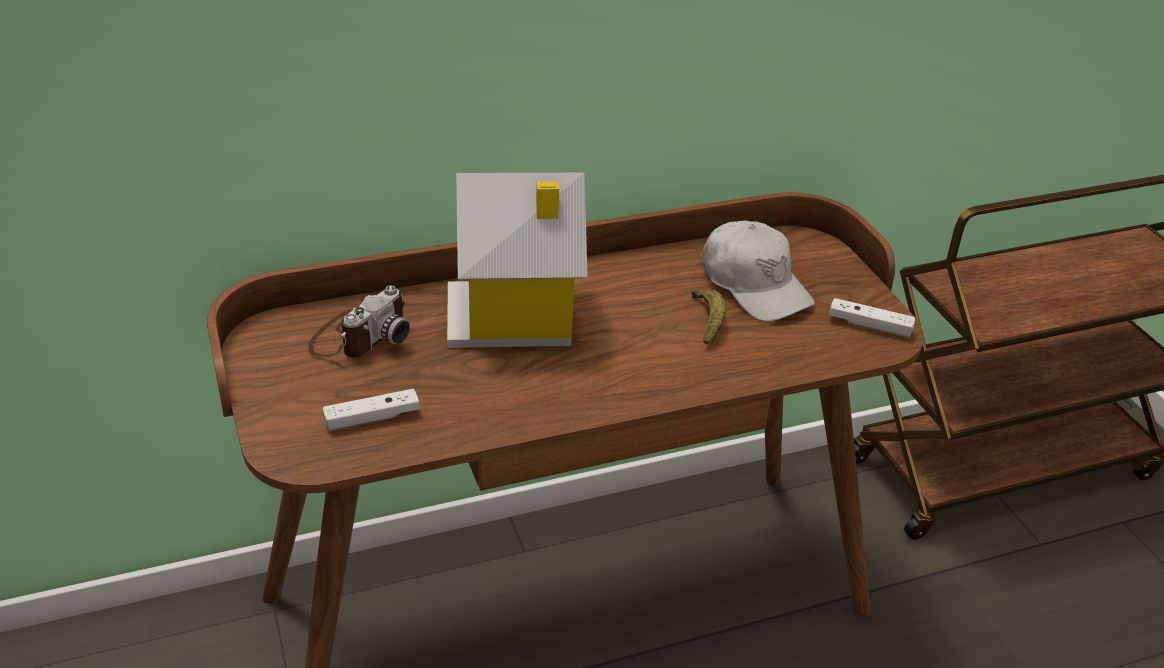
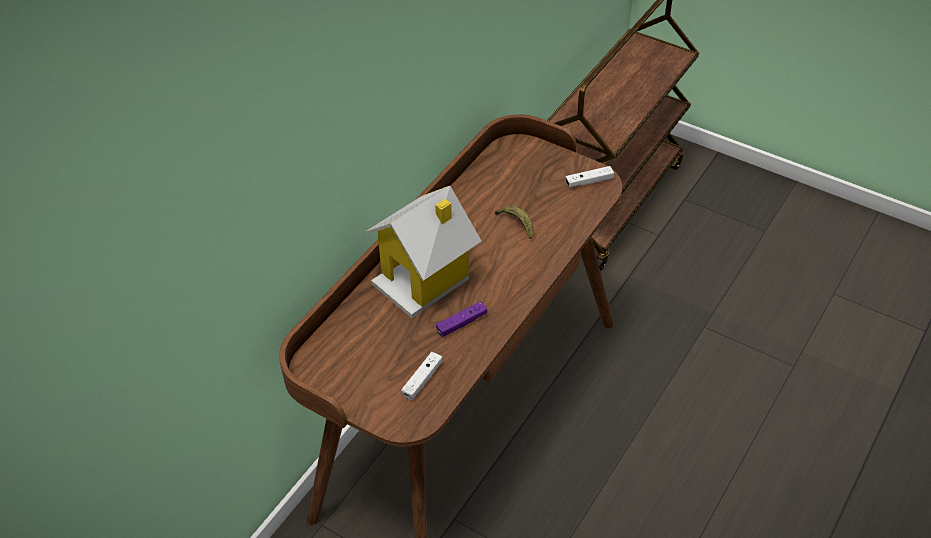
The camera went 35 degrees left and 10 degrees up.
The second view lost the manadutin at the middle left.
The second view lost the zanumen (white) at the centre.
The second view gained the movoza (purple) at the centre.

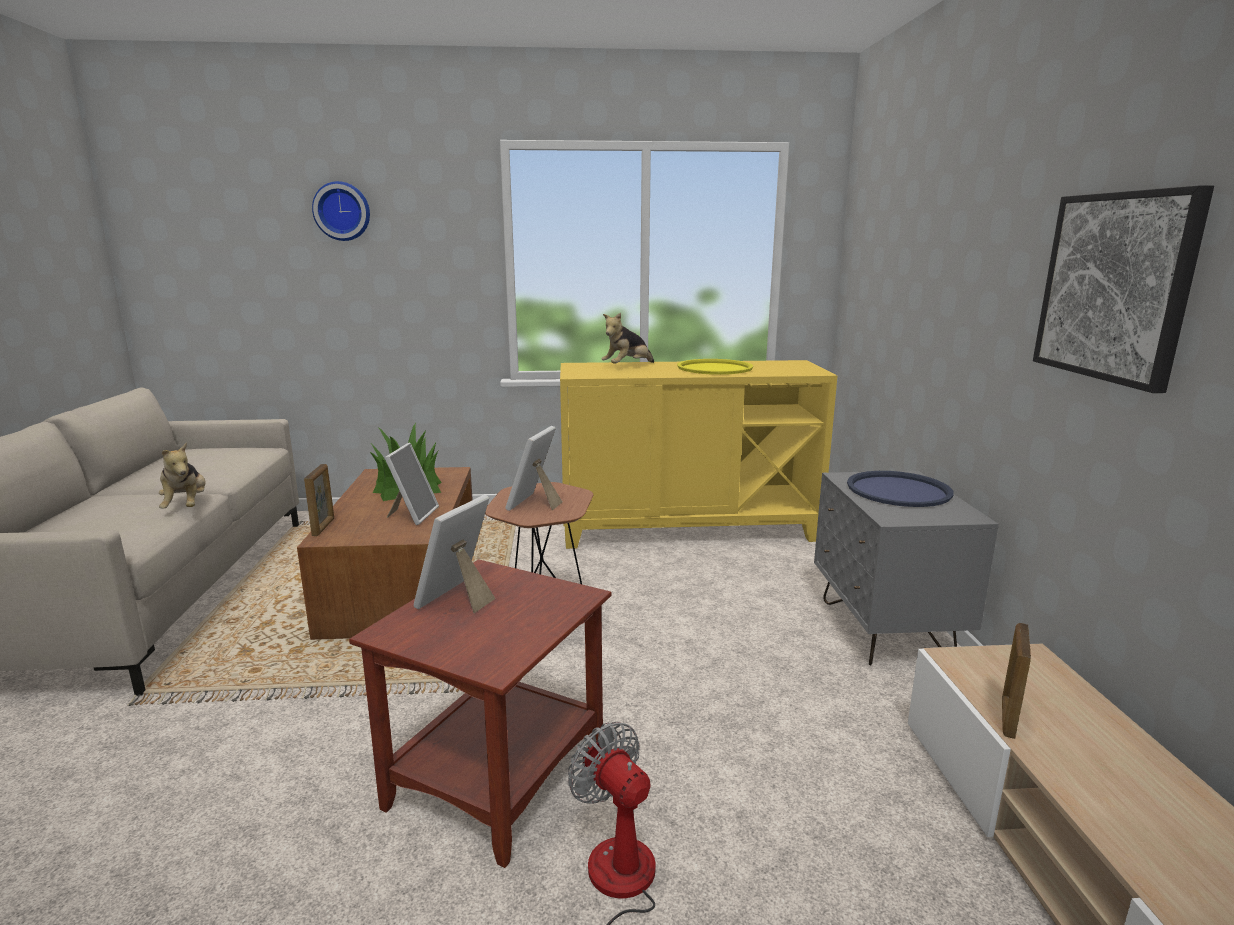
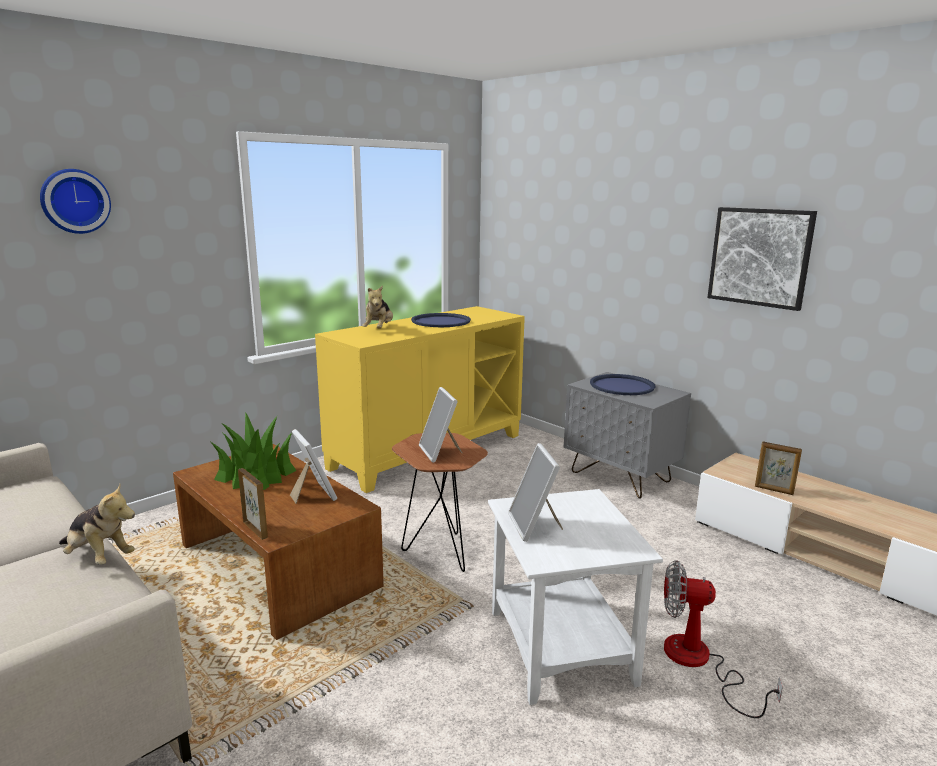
The camera went 40 degrees left and 0 degrees up.
What was the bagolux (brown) (no. 1 from left) at the bottom centre turned into the bagolux (white) at the bottom centre.
What was the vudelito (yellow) at the centre turned into the vudelito (blue) (no. 1 from left) at the centre.
The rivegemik (no. 5 from left) at the bottom right ended up facing another way, 45 degrees counterclockwise from before.

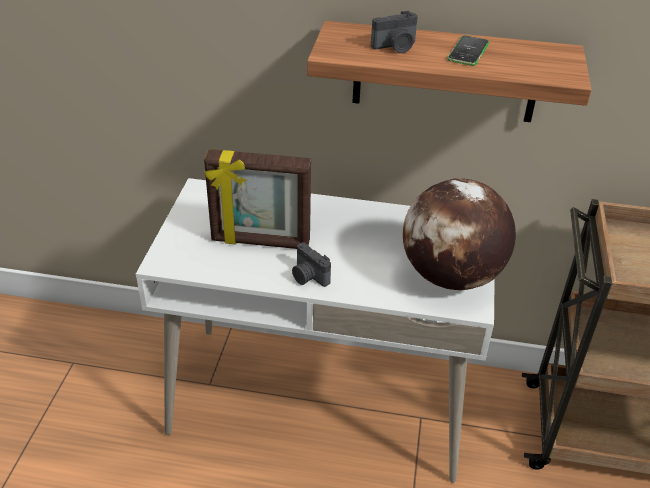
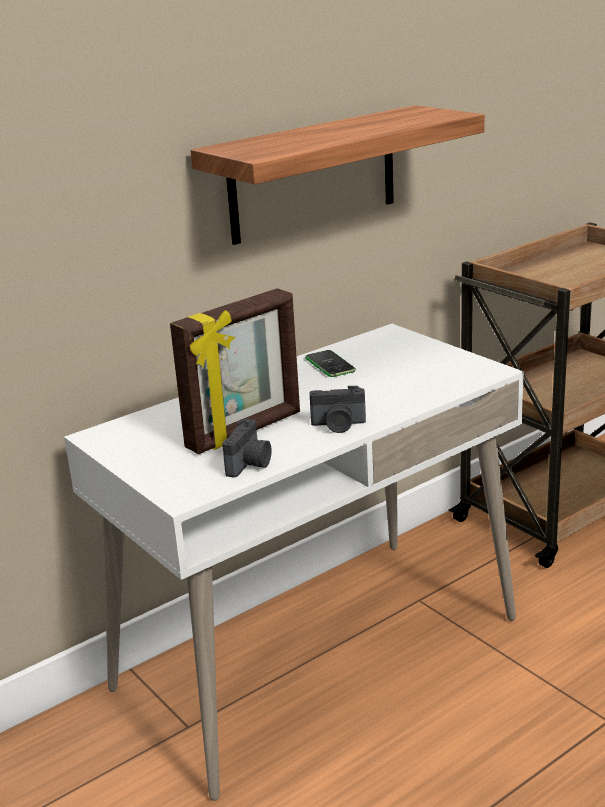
The camera went 45 degrees left and 15 degrees down.
The manadutin (no. 2 from left in the first image) ended up elsewhere, having gone from the top centre to the centre.
The second view lost the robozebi at the middle right.
The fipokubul ended up elsewhere, having gone from the top right to the centre.

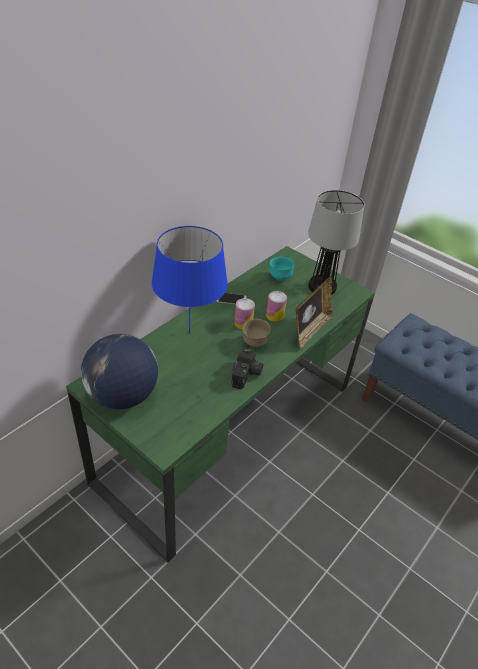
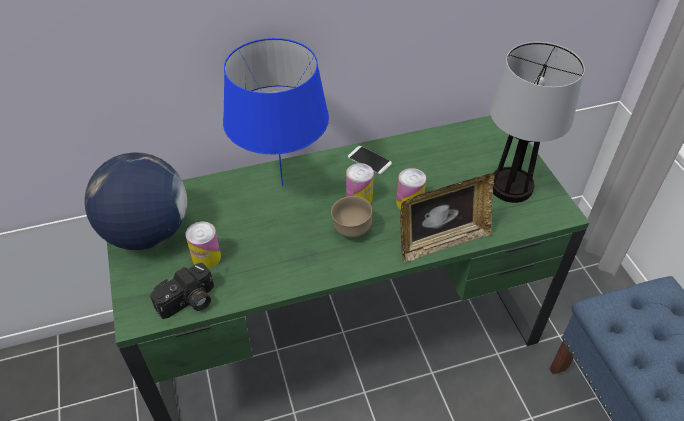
The camera went 35 degrees right and 5 degrees up.
The manadutin ended up elsewhere, having gone from the centre to the bottom left.
The second view lost the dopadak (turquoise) at the centre.
The second view gained the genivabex (no. 1 from left) at the middle left.

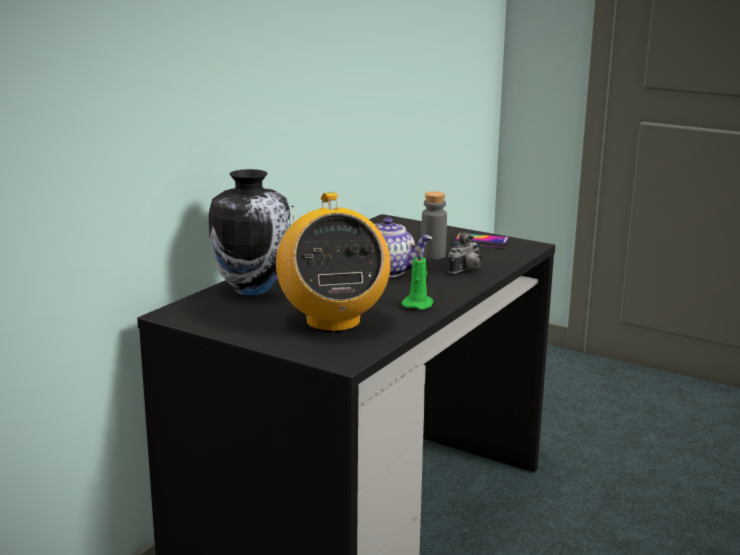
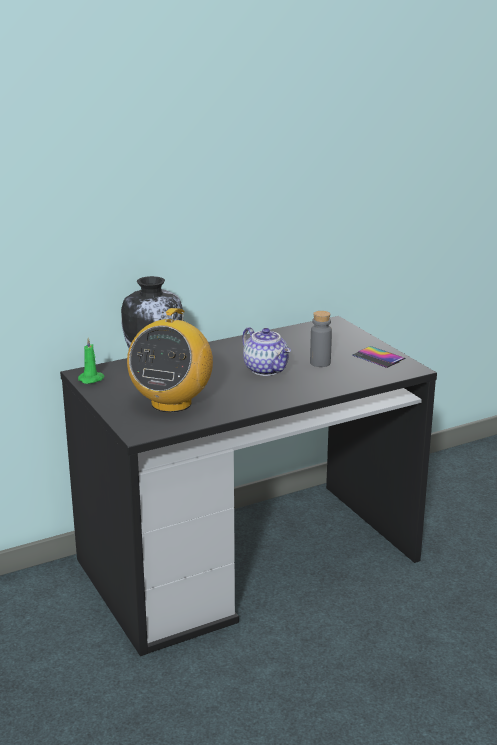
The camera went 30 degrees right and 5 degrees up.
The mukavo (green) ended up elsewhere, having gone from the centre to the middle left.
The second view lost the manadutin at the centre.

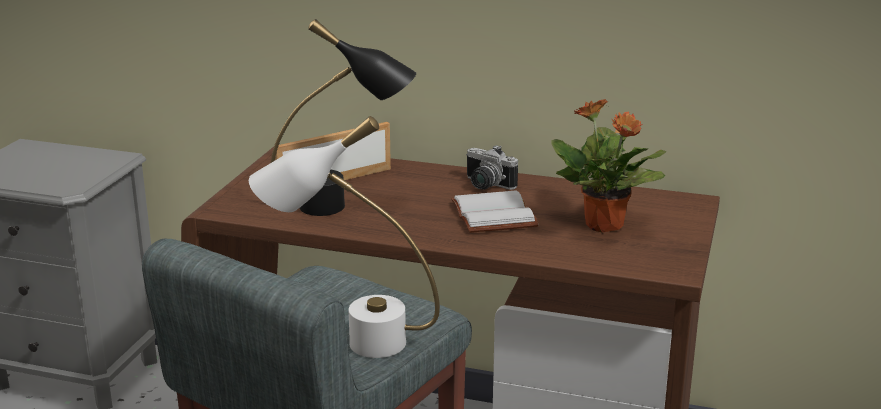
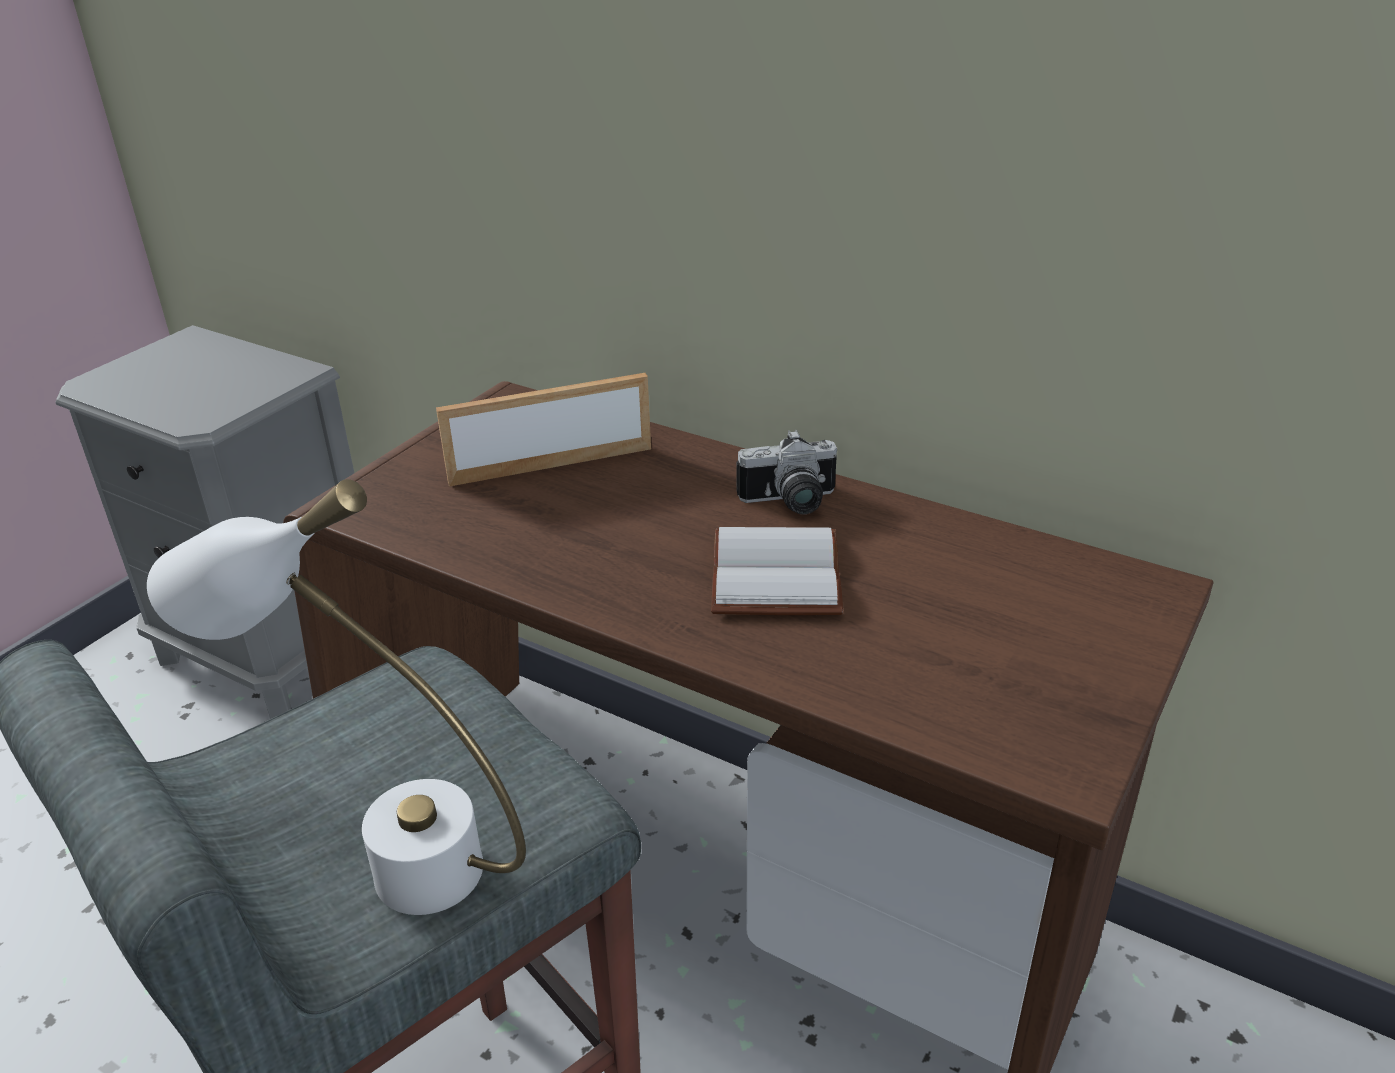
The camera went 15 degrees right and 10 degrees up.
The second view lost the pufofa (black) at the top centre.
The manadutin at the centre ended up facing another way, 60 degrees counterclockwise from before.
The second view lost the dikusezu at the middle right.

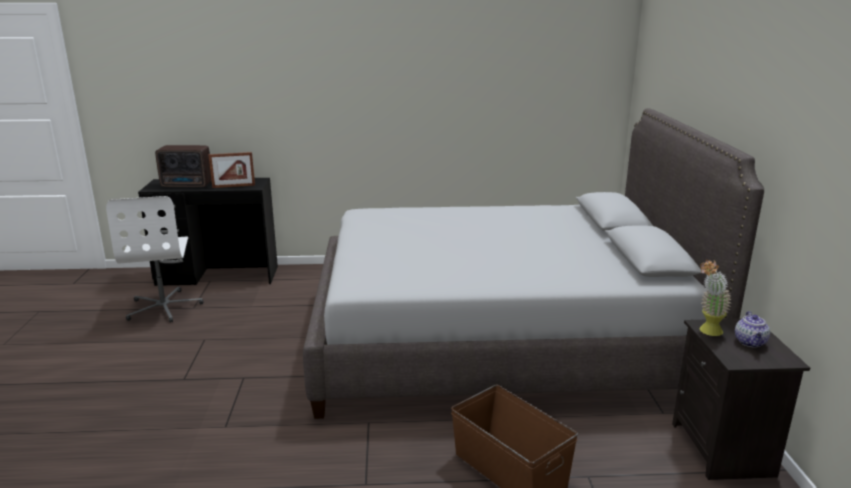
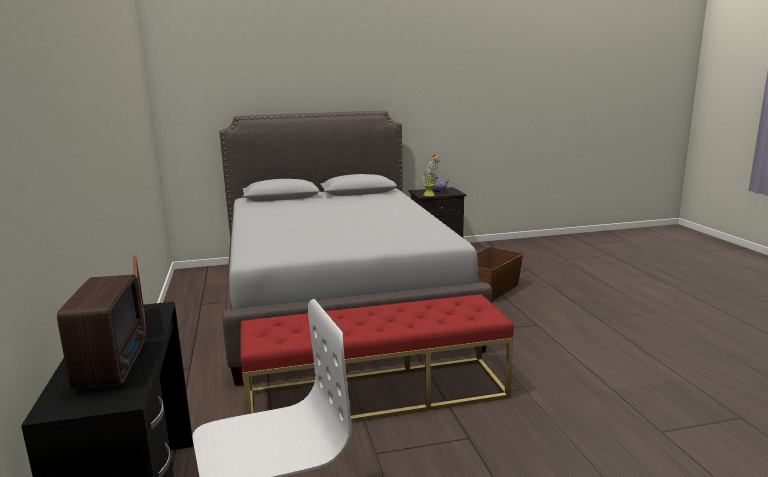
The camera went 100 degrees left and 5 degrees down.
The second view gained the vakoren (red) at the bottom centre.

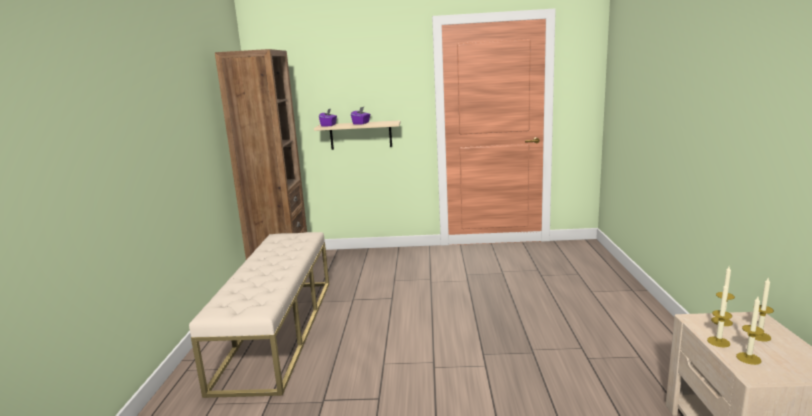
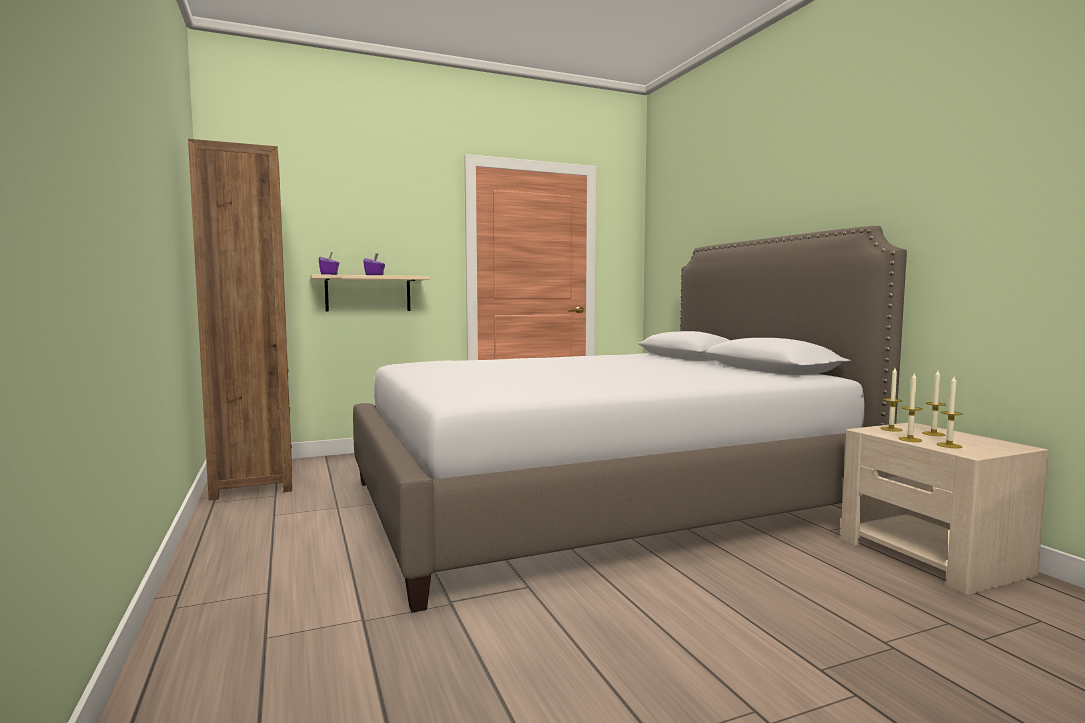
The camera went 25 degrees left and 10 degrees down.
The second view lost the vakoren (beige) at the bottom left.
The second view gained the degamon at the centre.

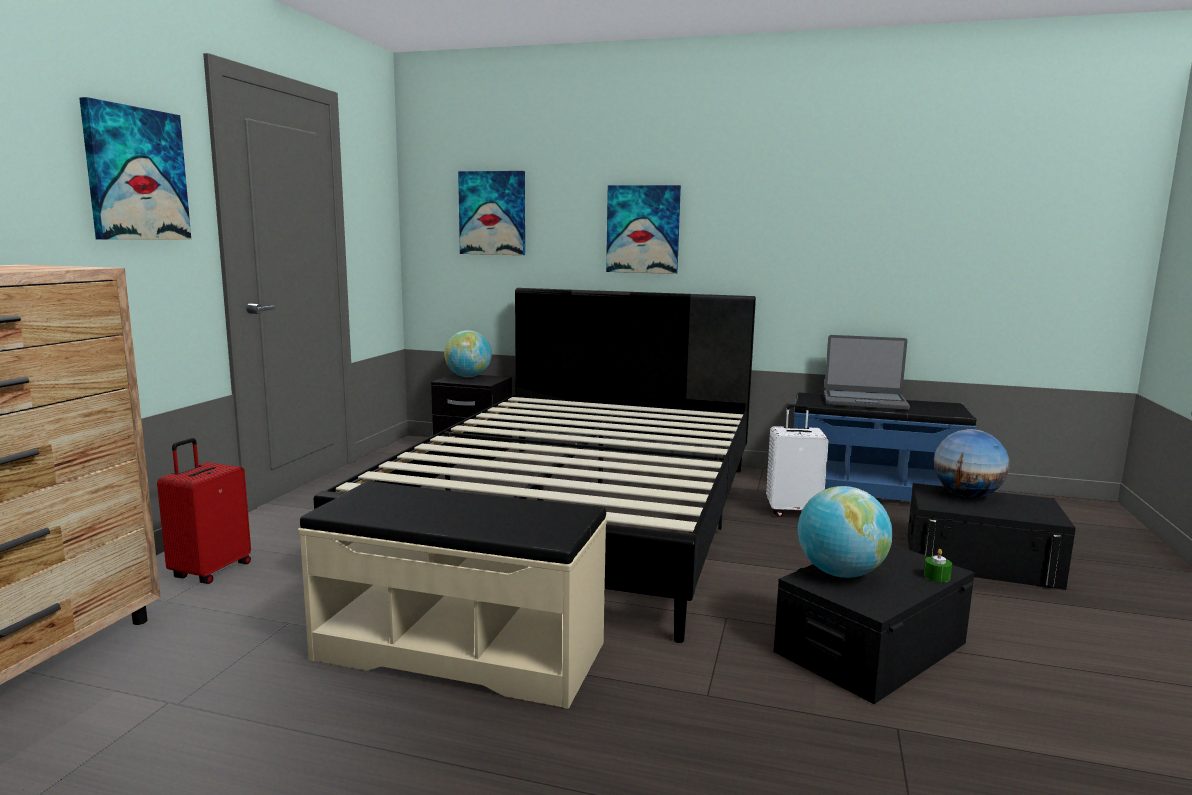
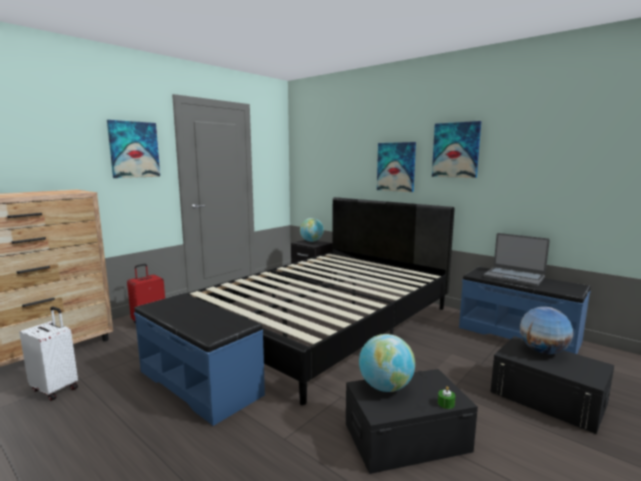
The camera went 25 degrees right and 0 degrees up.
What was the vakoren (beige) at the bottom centre turned into the vakoren (blue) (no. 1 from left) at the bottom left.
The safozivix (no. 2 from left in the first image) ended up elsewhere, having gone from the top centre to the top right.
The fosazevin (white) ended up elsewhere, having gone from the middle right to the bottom left.

